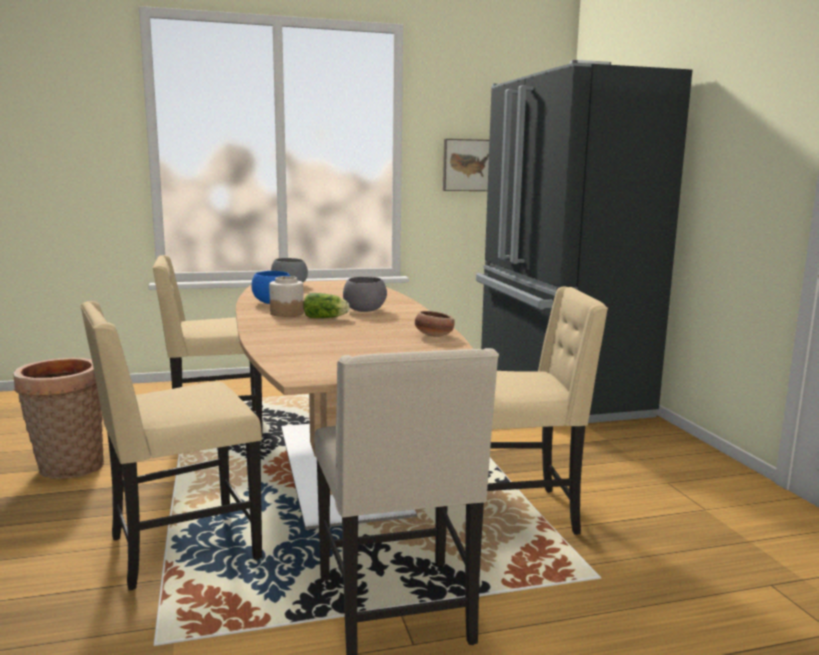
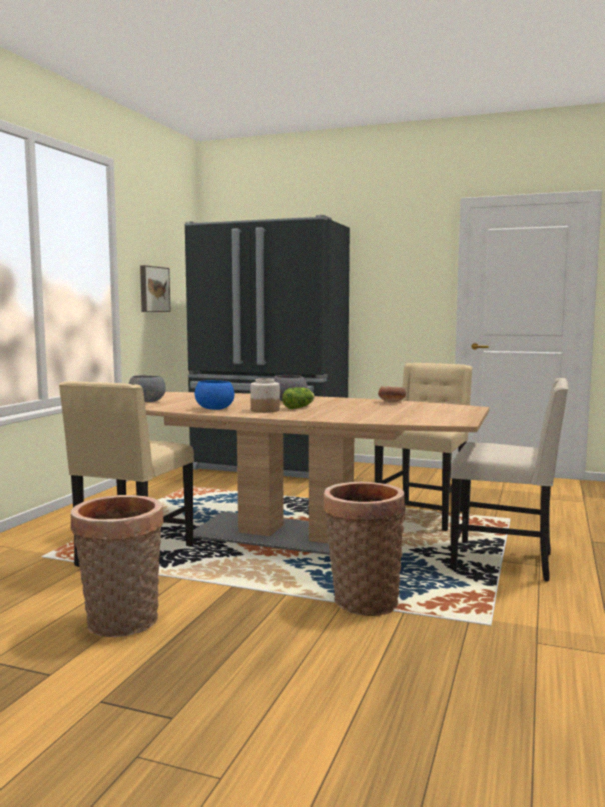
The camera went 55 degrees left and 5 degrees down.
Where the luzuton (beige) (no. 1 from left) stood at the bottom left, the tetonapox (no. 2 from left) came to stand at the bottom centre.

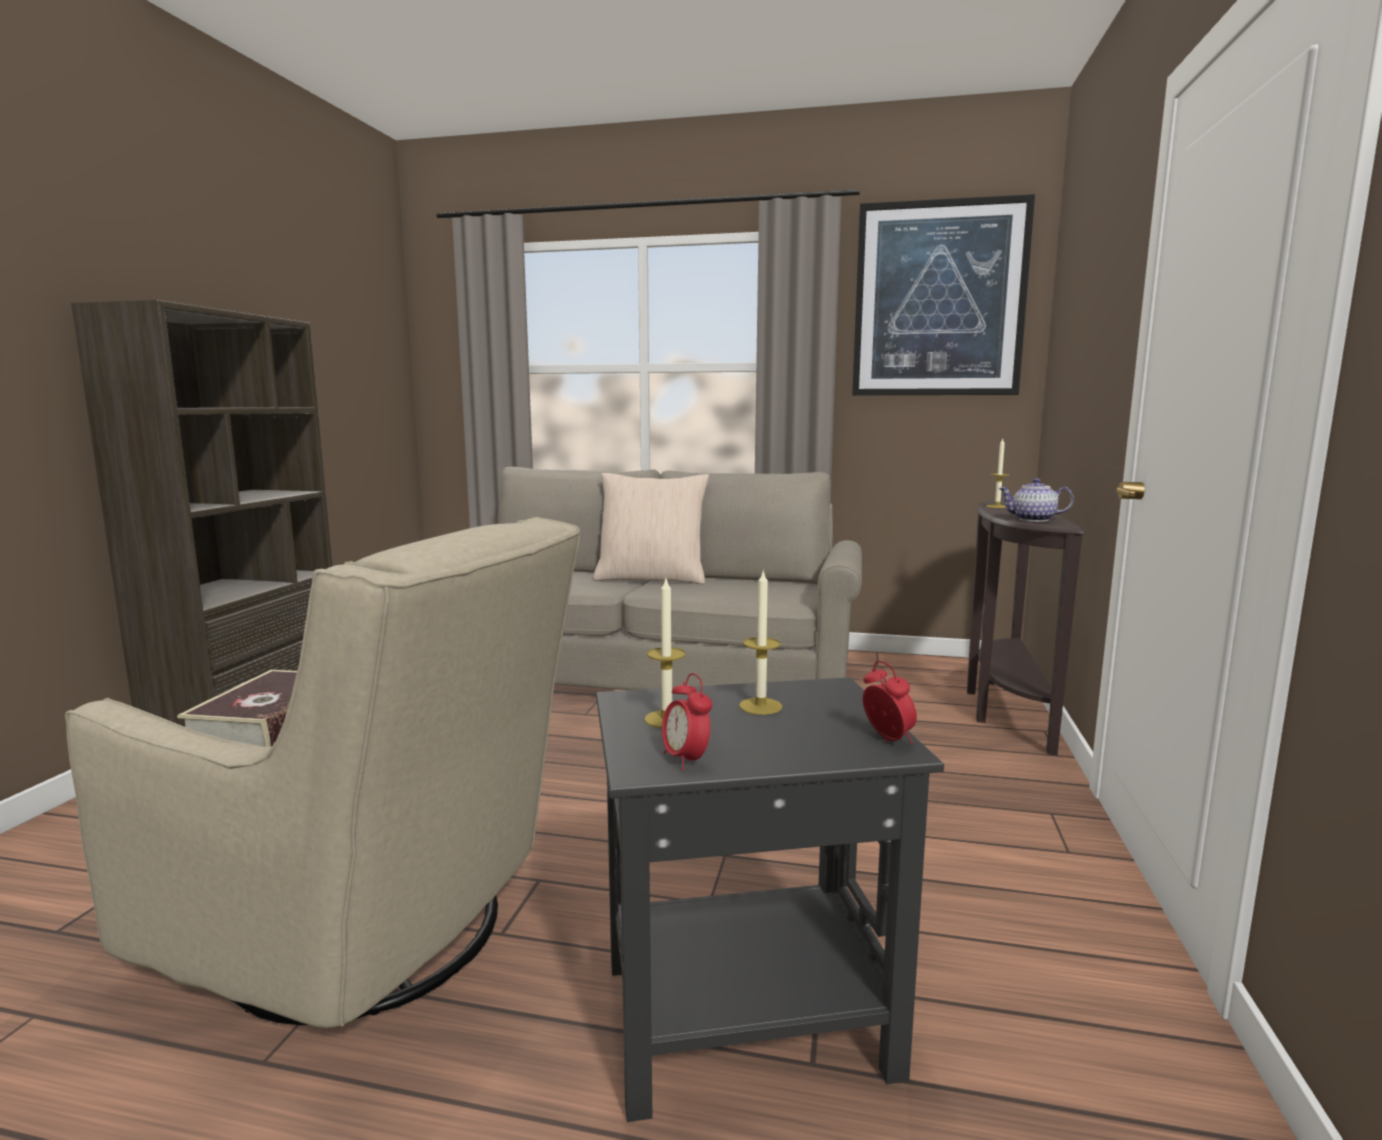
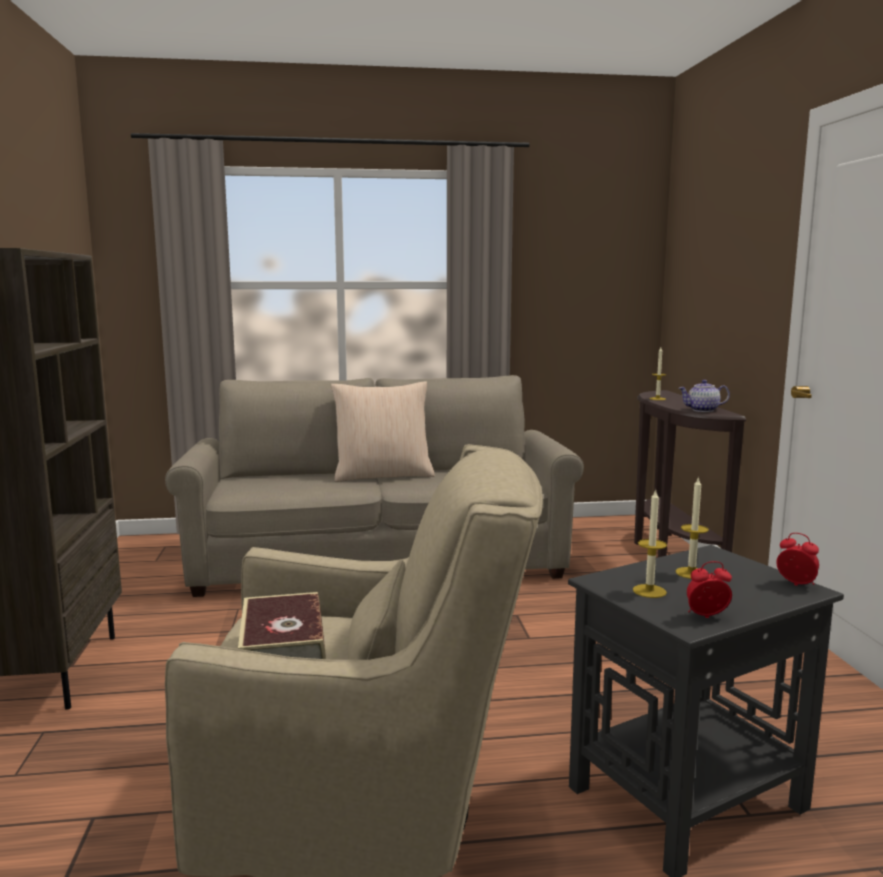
The camera went 20 degrees left and 0 degrees up.
The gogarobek (no. 1 from left) at the centre ended up facing another way, 135 degrees clockwise from before.
The second view lost the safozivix at the top right.

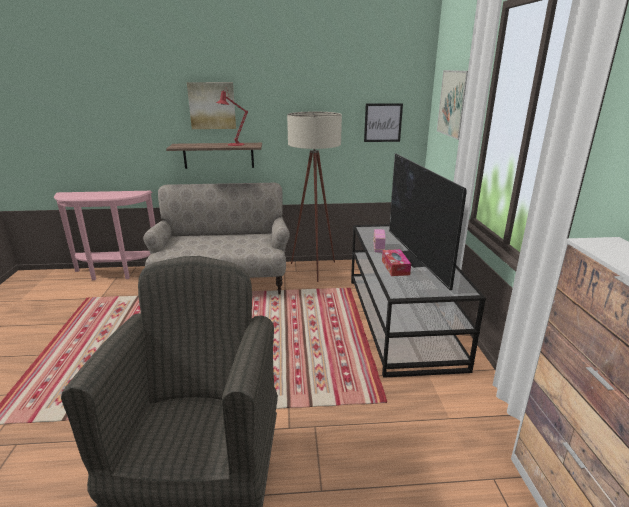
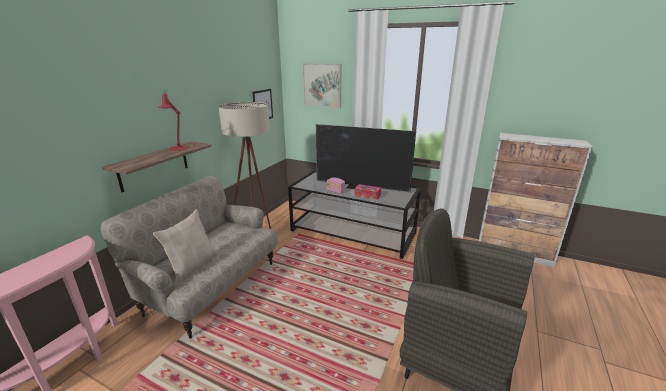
The camera went 60 degrees left and 0 degrees up.
The second view lost the safozivix (no. 1 from left) at the top centre.
The second view gained the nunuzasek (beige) at the middle left.

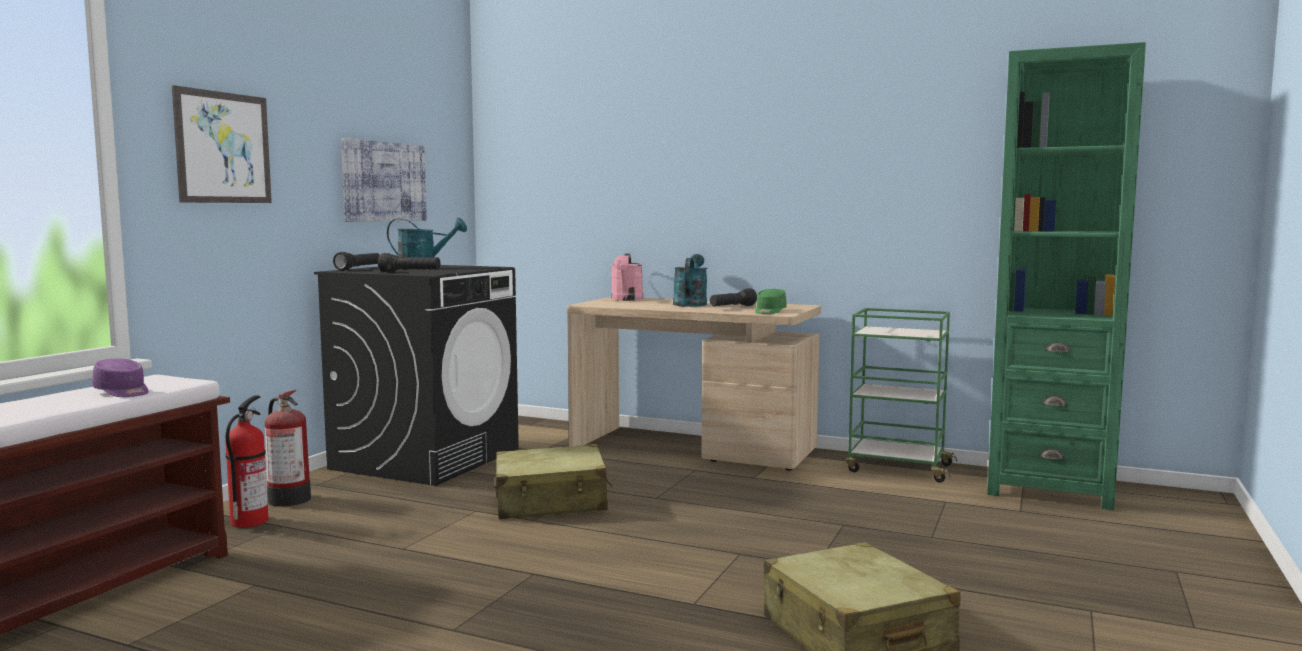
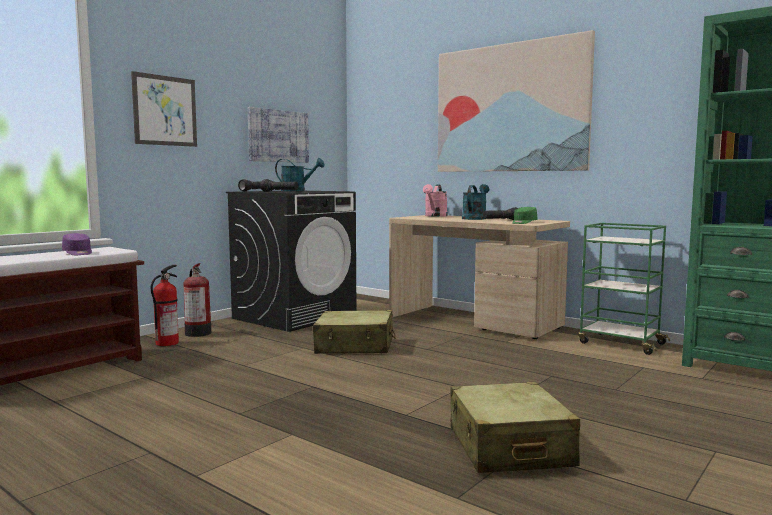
The camera went 15 degrees right and 0 degrees up.
The second view gained the safozivix (no. 3 from left) at the top right.

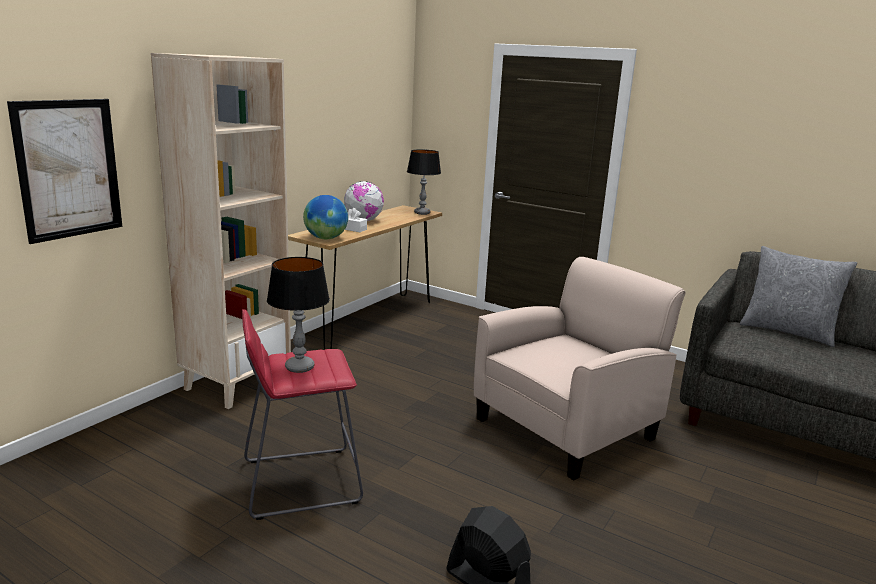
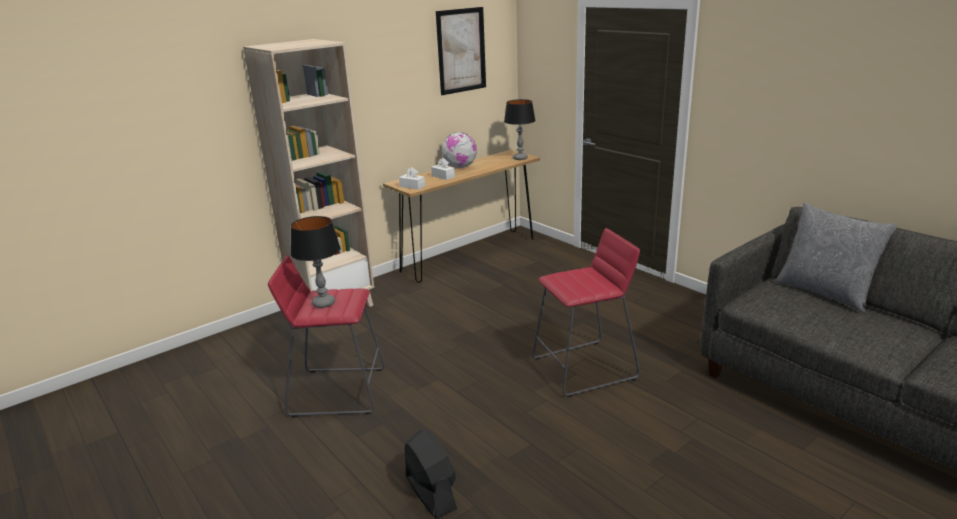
The camera went 20 degrees right and 5 degrees up.
The safozivix ended up elsewhere, having gone from the top left to the top centre.
Where the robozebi (no. 1 from left) stood at the centre, the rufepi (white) (no. 1 from left) came to stand at the centre.
Where the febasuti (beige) stood at the centre, the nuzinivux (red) (no. 2 from left) came to stand at the centre.

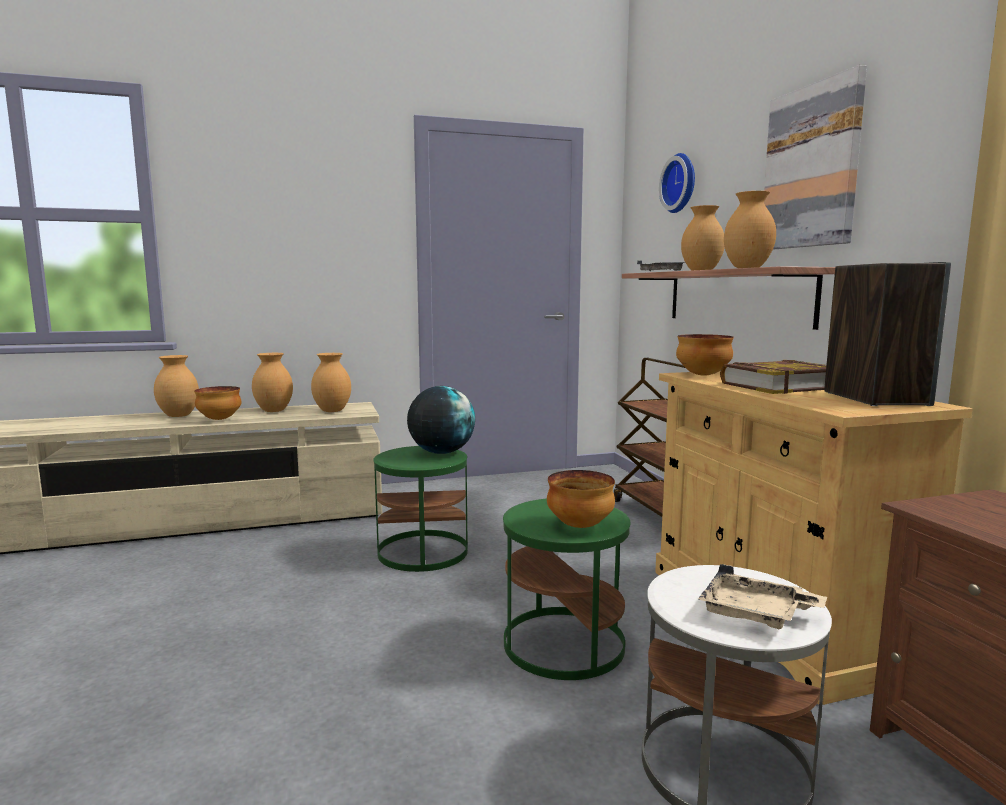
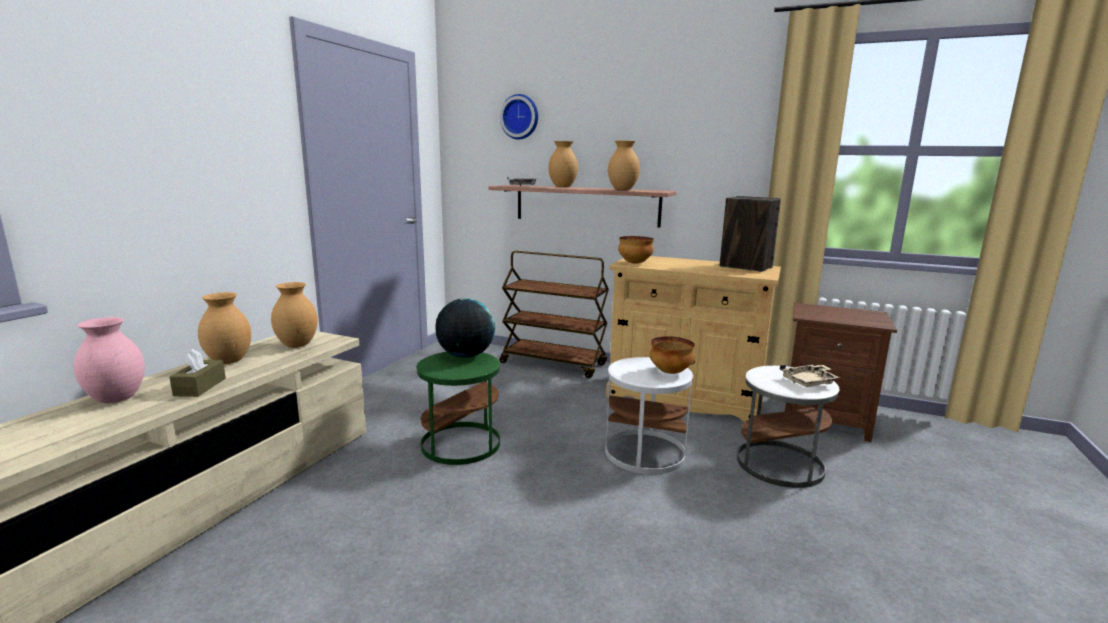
The camera went 50 degrees left and 5 degrees up.
What was the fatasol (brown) (no. 1 from left) at the middle left turned into the fatasol (pink) at the middle left.
Where the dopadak (no. 1 from left) stood at the middle left, the rufepi (brown) came to stand at the middle left.
What was the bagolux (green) (no. 2 from left) at the bottom centre turned into the bagolux (white) (no. 1 from left) at the centre.
The second view lost the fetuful at the middle right.
The second view lost the safozivix at the top right.

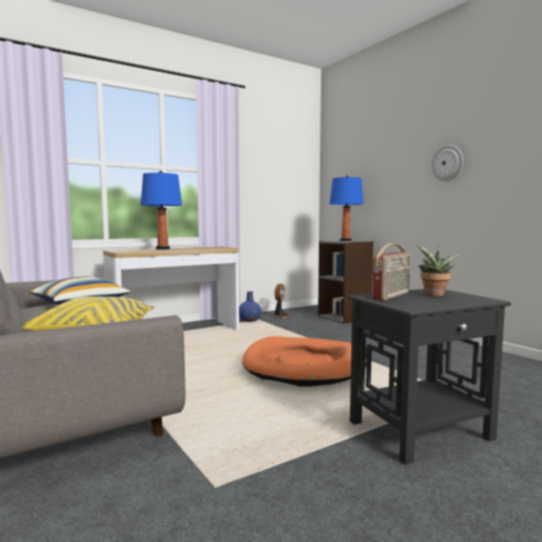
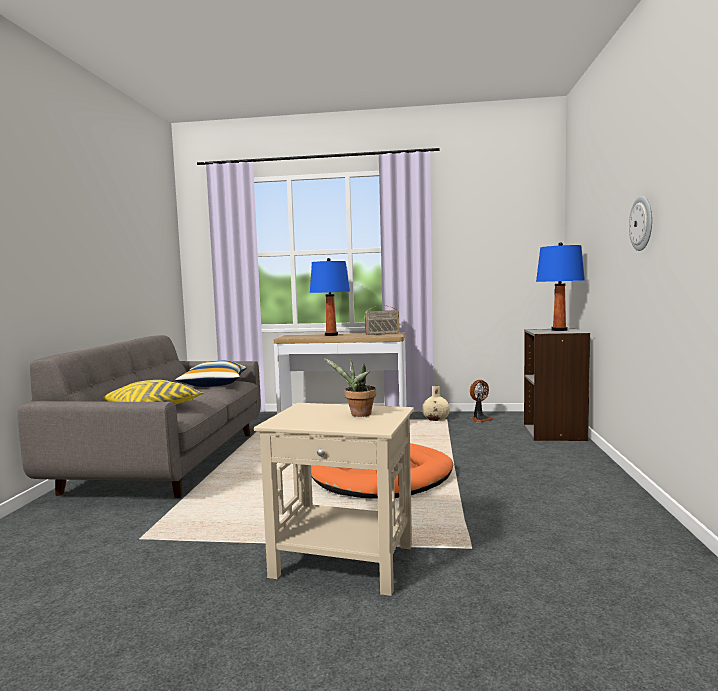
The camera went 40 degrees right and 0 degrees up.
What was the fatasol (blue) at the centre turned into the fatasol (beige) at the centre.
What was the bagolux (black) at the bottom right turned into the bagolux (beige) at the bottom centre.
The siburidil ended up elsewhere, having gone from the middle right to the centre.

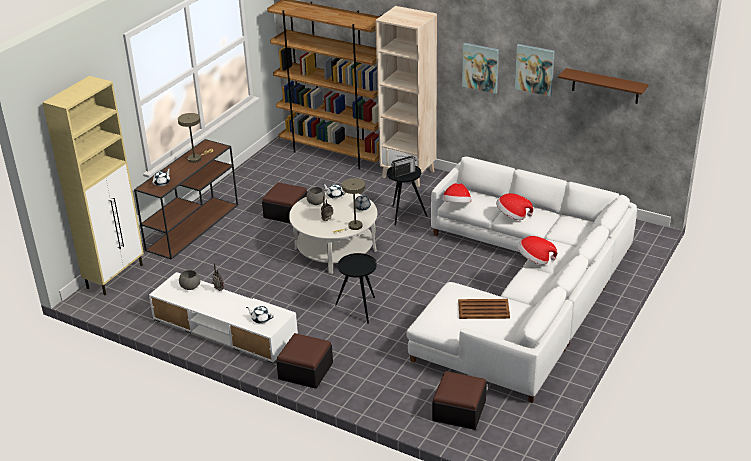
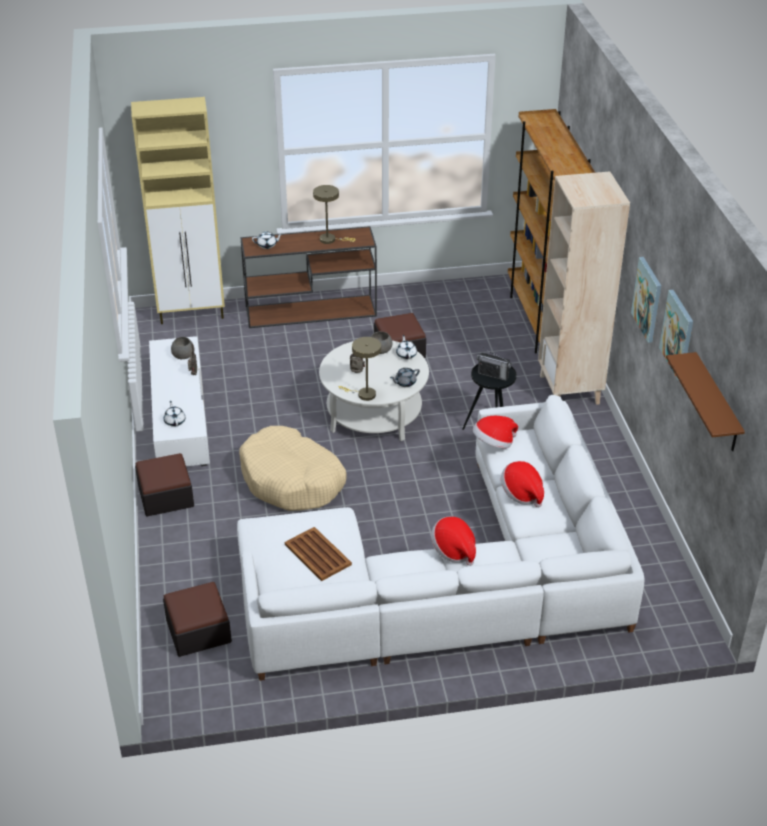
The camera went 50 degrees right and 5 degrees up.
Where the bagolux (black) (no. 1 from left) stood at the centre, the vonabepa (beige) came to stand at the centre.

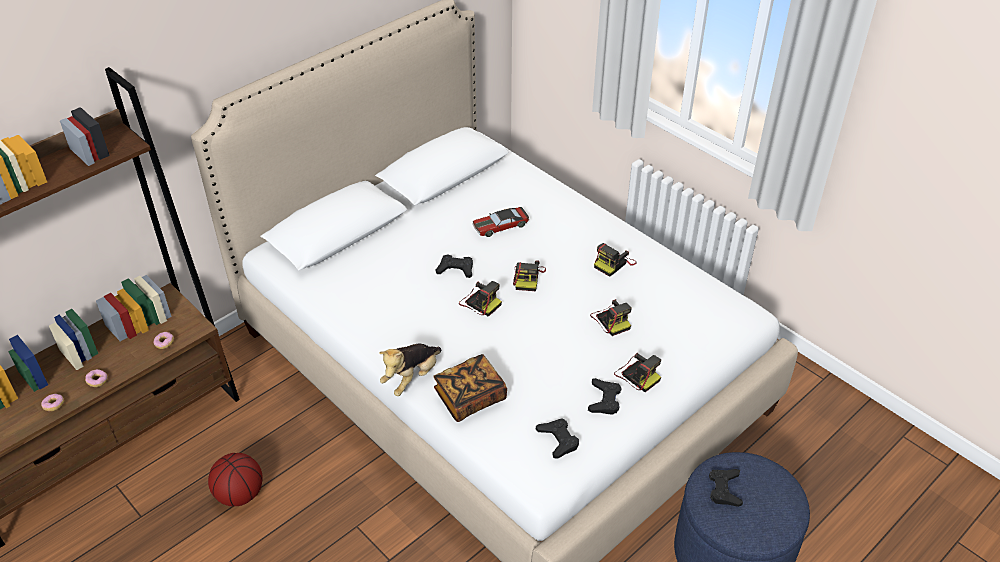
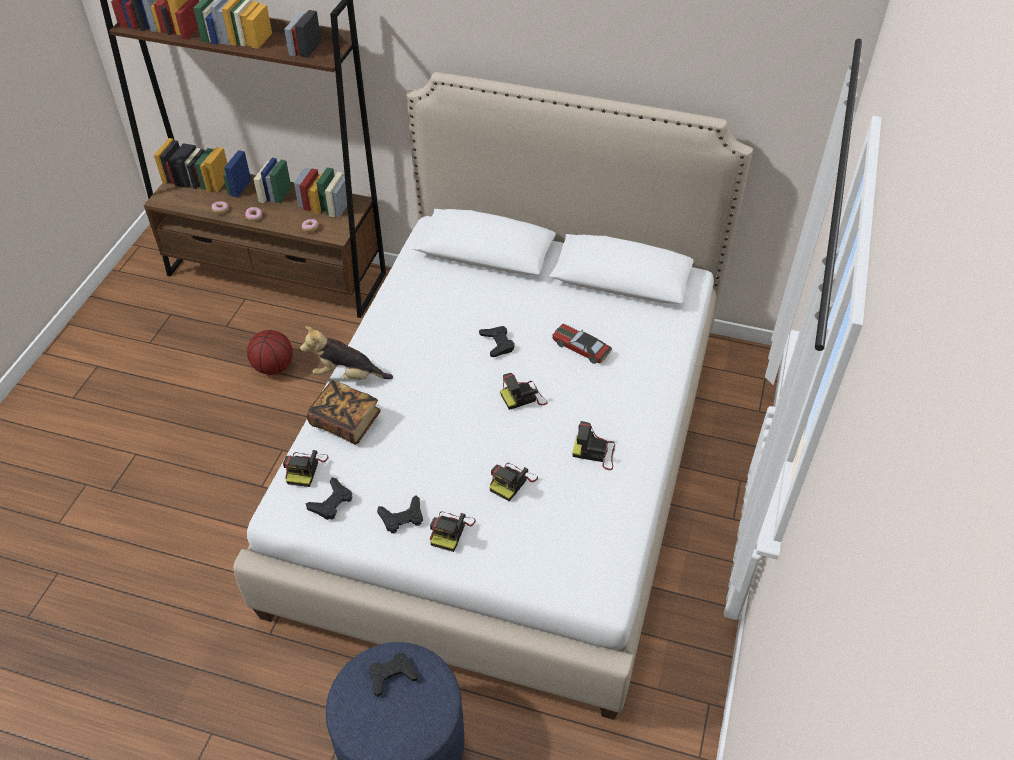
The camera went 60 degrees right and 5 degrees up.
The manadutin (no. 1 from left) ended up elsewhere, having gone from the centre to the middle left.

